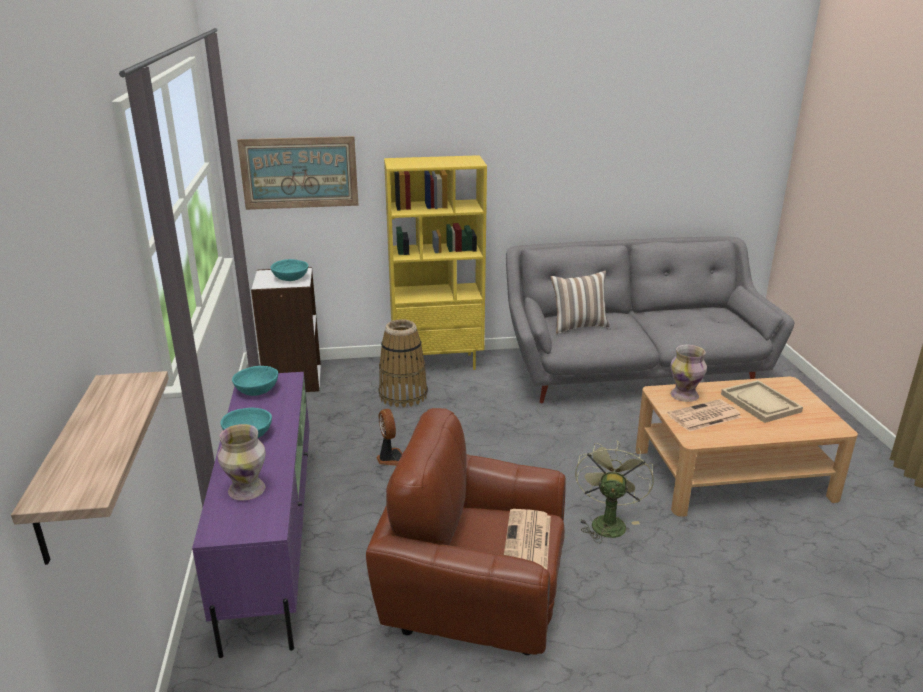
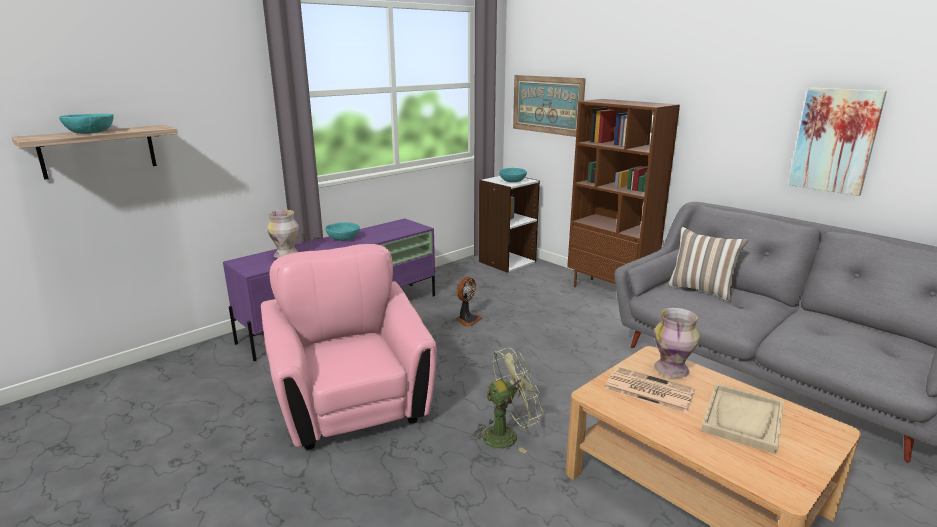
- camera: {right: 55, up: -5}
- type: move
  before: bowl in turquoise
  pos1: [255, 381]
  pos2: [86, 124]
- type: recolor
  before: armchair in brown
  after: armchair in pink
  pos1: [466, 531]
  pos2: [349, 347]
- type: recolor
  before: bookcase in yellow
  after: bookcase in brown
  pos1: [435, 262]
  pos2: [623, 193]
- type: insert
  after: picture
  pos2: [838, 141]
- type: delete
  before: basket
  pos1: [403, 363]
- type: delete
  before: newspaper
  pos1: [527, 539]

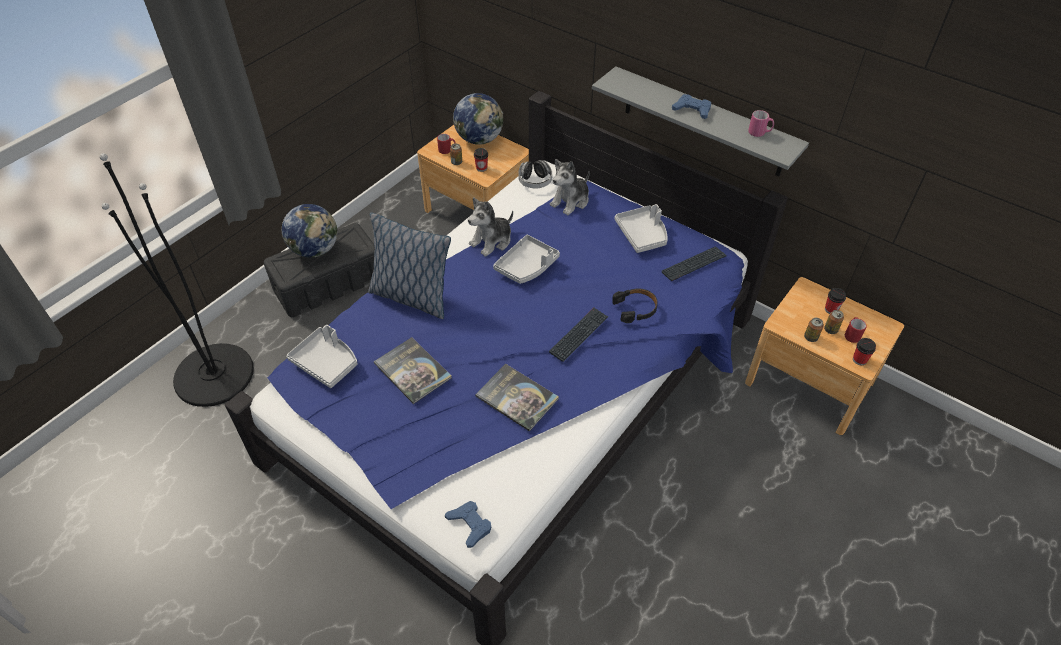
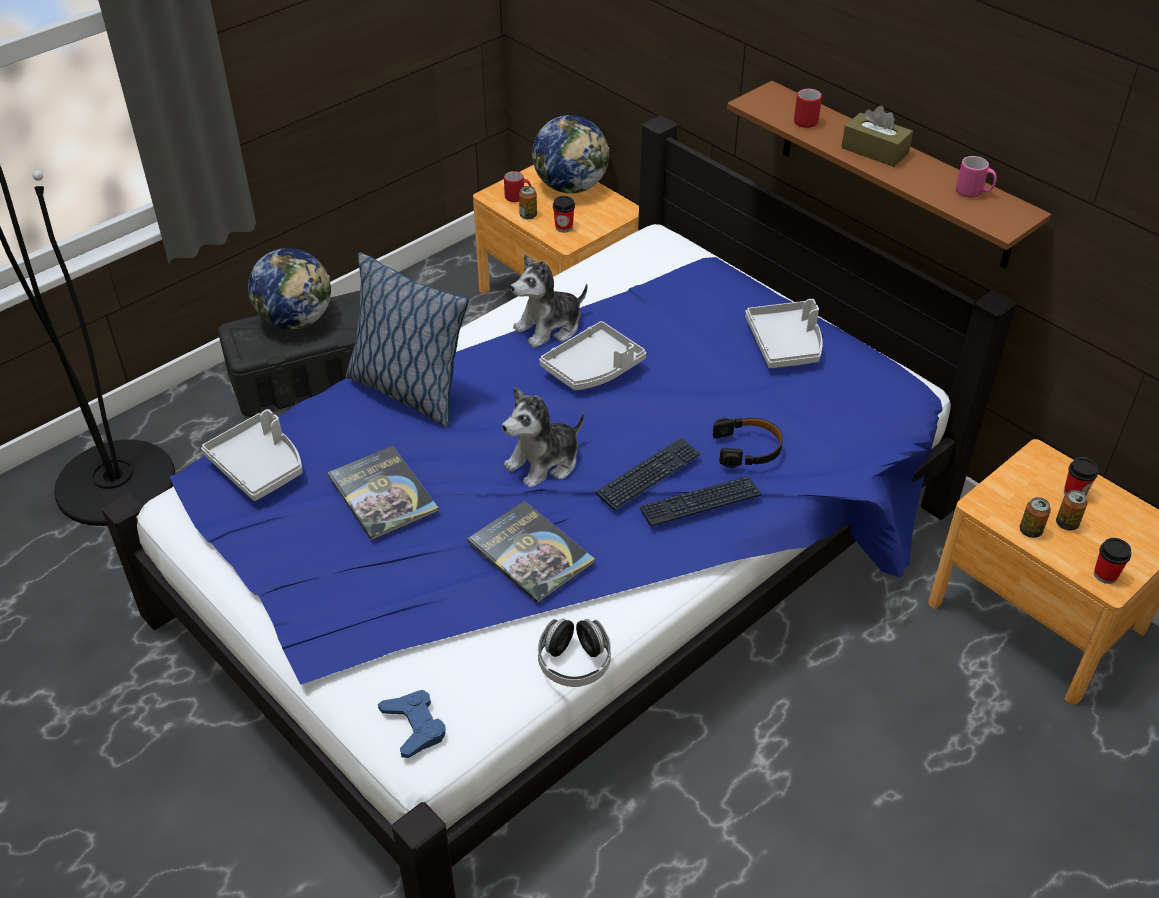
- camera: {right: 10, up: -5}
- type: move
  before: plush toy
  pos1: [570, 187]
  pos2: [543, 437]
- type: move
  before: headphones
  pos1: [535, 174]
  pos2: [574, 652]
- type: move
  before: keyboard
  pos1: [694, 263]
  pos2: [701, 501]
- type: recolor
  before: shelf in grey
  after: shelf in brown
  pos1: [700, 121]
  pos2: [889, 174]
- type: move
  before: mug in red
  pos1: [856, 330]
  pos2: [808, 108]
- type: replace
  before: game controller in blue
  after: tissue box in brown
  pos1: [691, 106]
  pos2: [877, 136]

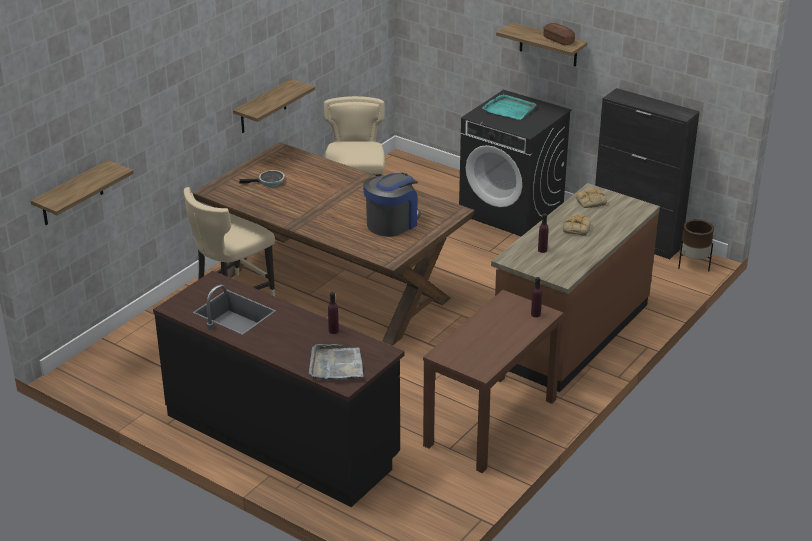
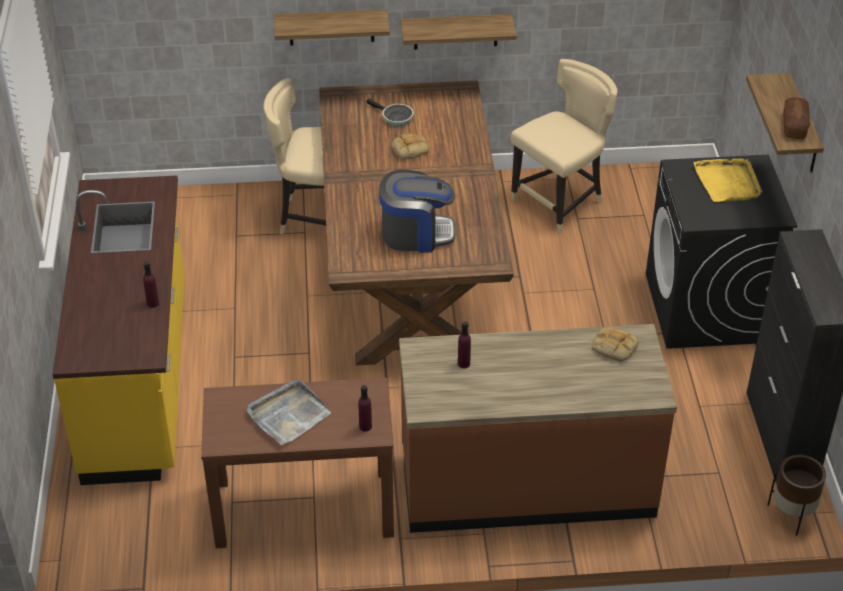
- camera: {right: 50, up: 10}
- type: recolor
  before: counter in black
  after: counter in yellow
  pos1: [279, 389]
  pos2: [118, 330]
- type: move
  before: tray in grey
  pos1: [336, 362]
  pos2: [289, 412]
- type: move
  before: shelf
  pos1: [82, 192]
  pos2: [332, 27]
- type: move
  before: bread
  pos1: [577, 225]
  pos2: [410, 146]
- type: recolor
  before: tray in turquoise
  after: tray in yellow
  pos1: [509, 107]
  pos2: [727, 180]

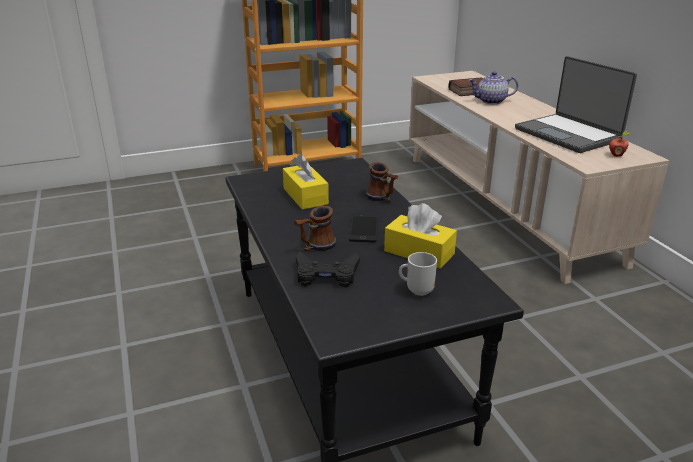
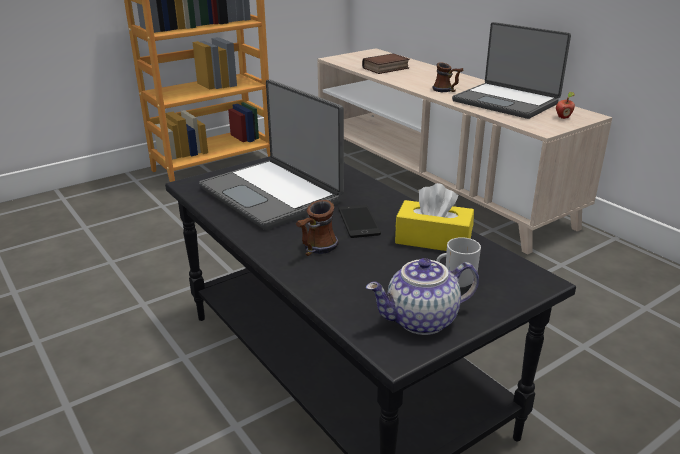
- camera: {right: -15, up: 0}
- type: replace
  before: tissue box in yellow
  after: laptop
  pos1: [306, 182]
  pos2: [271, 154]
- type: move
  before: teapot
  pos1: [493, 88]
  pos2: [422, 296]
- type: move
  before: mug
  pos1: [381, 182]
  pos2: [447, 77]
- type: delete
  before: game controller in black
  pos1: [328, 270]

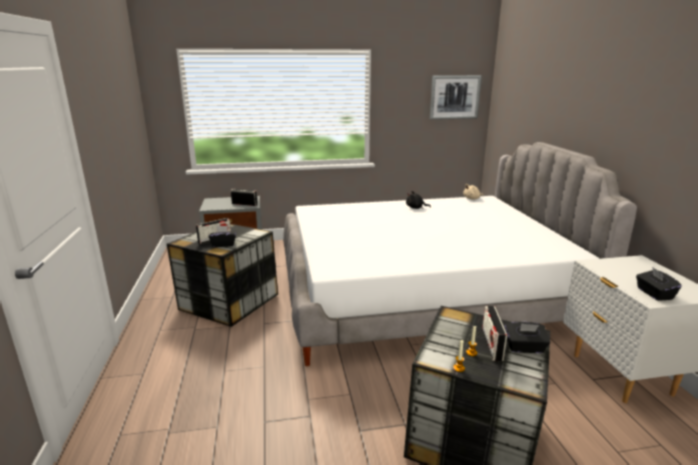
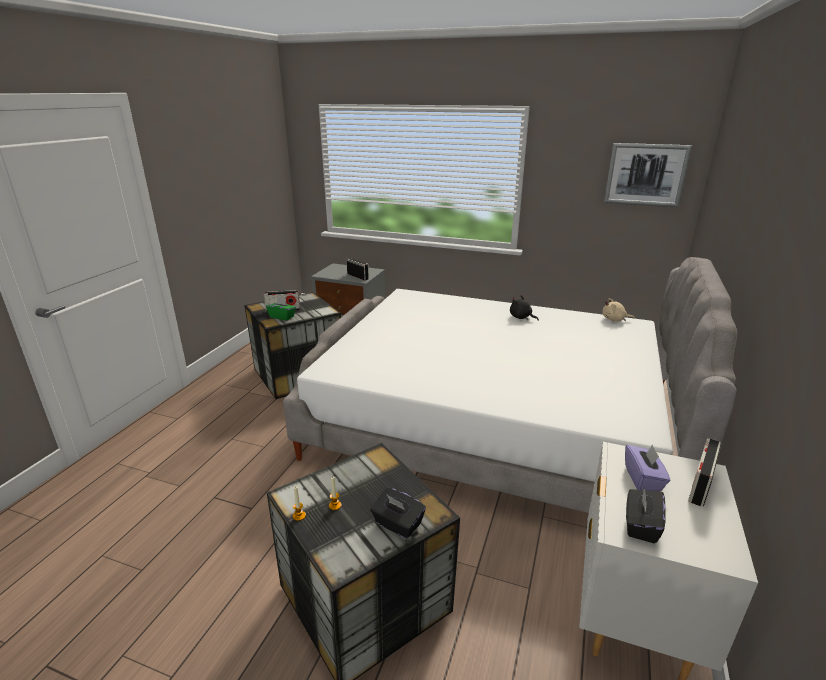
- camera: {right: 30, up: 5}
- type: recolor
  before: tissue box in black
  after: tissue box in green
  pos1: [222, 236]
  pos2: [281, 308]
- type: insert
  after: tissue box in purple
  pos2: [647, 467]
- type: move
  before: radio
  pos1: [495, 333]
  pos2: [704, 472]

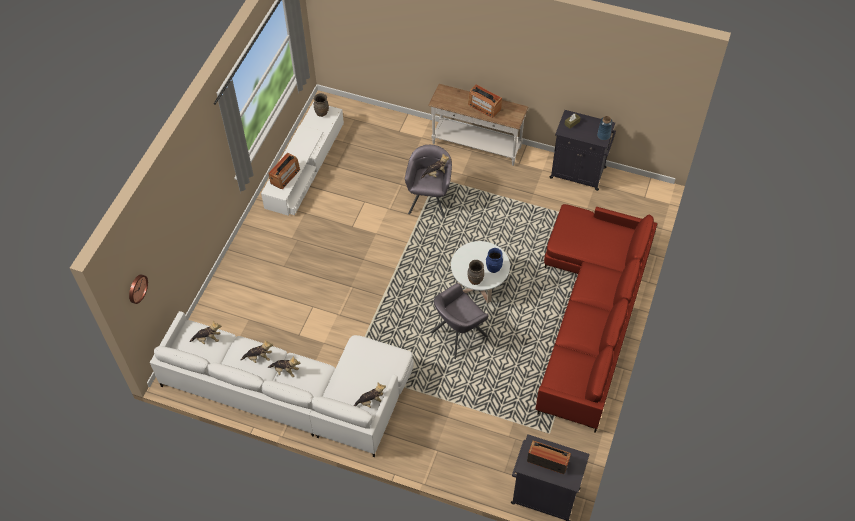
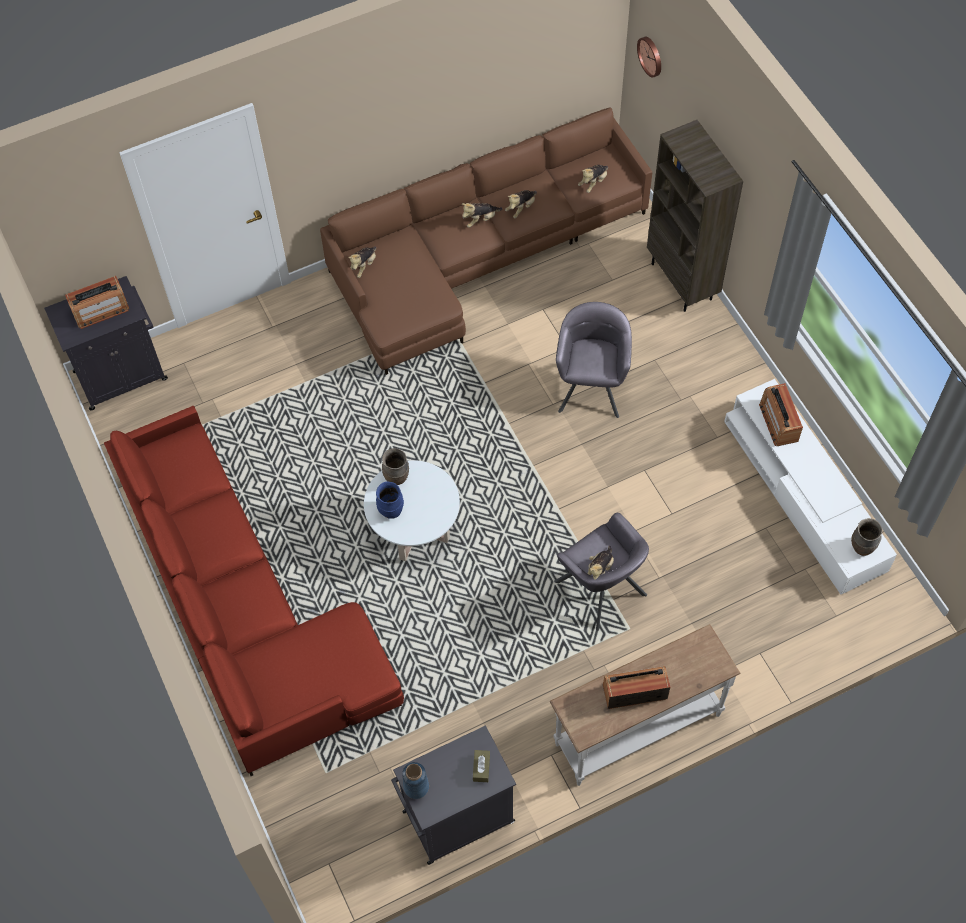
- camera: {right: 135, up: 5}
- type: recolor
  before: sofa in white
  after: sofa in brown
  pos1: [282, 384]
  pos2: [486, 241]
- type: move
  before: armchair in grey
  pos1: [460, 321]
  pos2: [594, 360]
- type: insert
  after: bookcase in brown
  pos2: [695, 216]

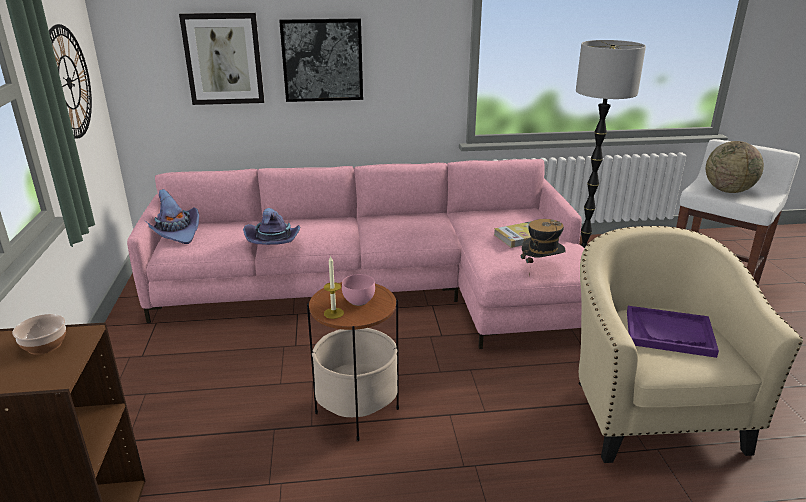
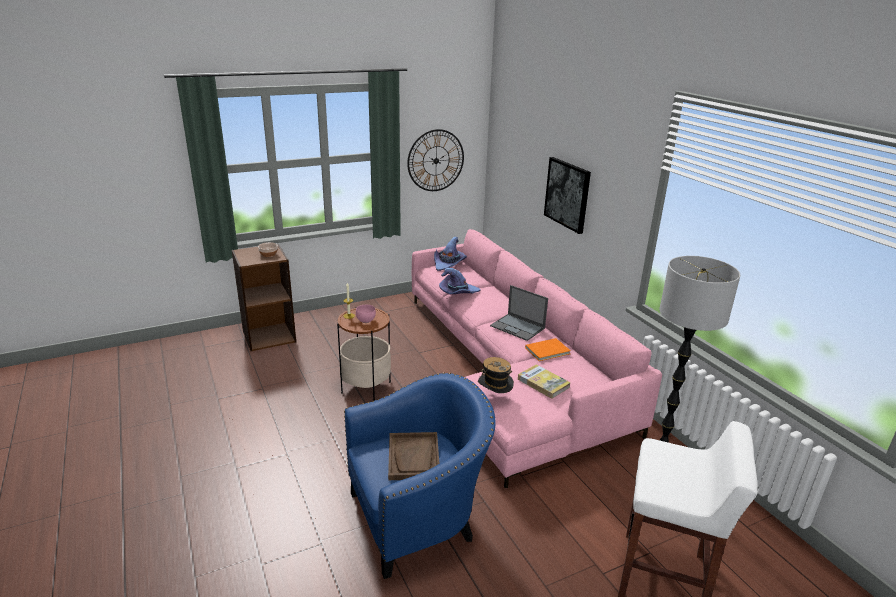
- camera: {right: 70, up: 0}
- type: recolor
  before: armchair in beige
  after: armchair in blue
  pos1: [690, 344]
  pos2: [419, 476]
- type: recolor
  before: tray in purple
  after: tray in brown
  pos1: [673, 332]
  pos2: [413, 456]
- type: insert
  after: laptop
  pos2: [519, 313]
- type: insert
  after: book in orange
  pos2: [548, 349]
- type: delete
  before: picture
  pos1: [221, 59]
- type: delete
  before: globe
  pos1: [735, 167]

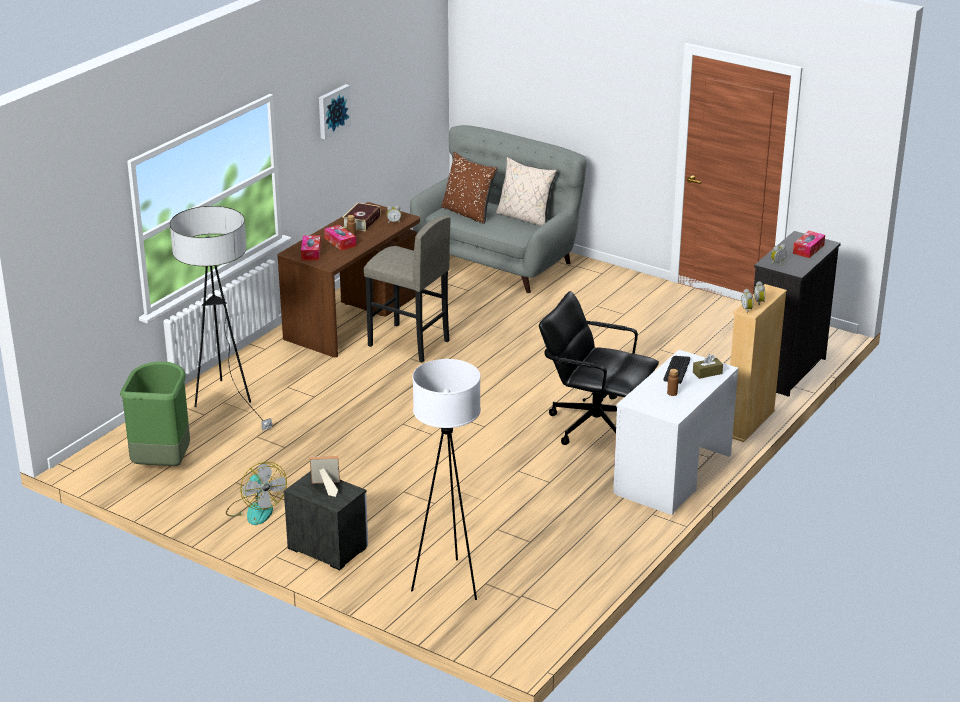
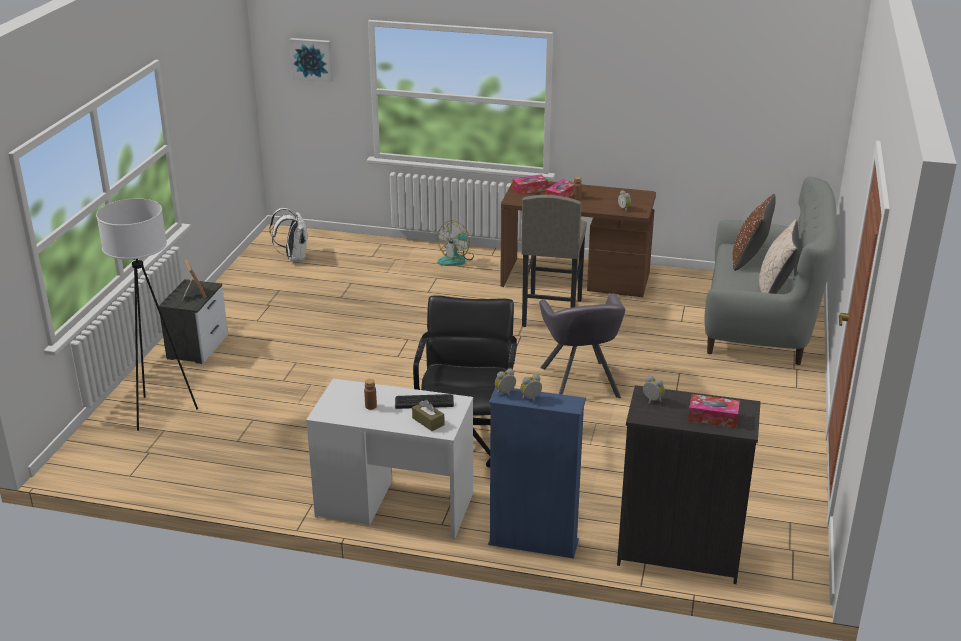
- camera: {right: 70, up: 0}
- type: replace
  before: trash can in green
  after: backpack in white
  pos1: [155, 413]
  pos2: [288, 234]
- type: move
  before: picture
  pos1: [335, 111]
  pos2: [311, 60]
- type: move
  before: fan
  pos1: [256, 493]
  pos2: [455, 243]
- type: recolor
  before: bookcase in beige
  after: bookcase in blue
  pos1: [758, 363]
  pos2: [537, 472]
- type: insert
  after: armchair in grey
  pos2: [582, 345]
- type: delete
  before: floor lamp
  pos1: [221, 318]
- type: delete
  before: book
  pos1: [361, 217]

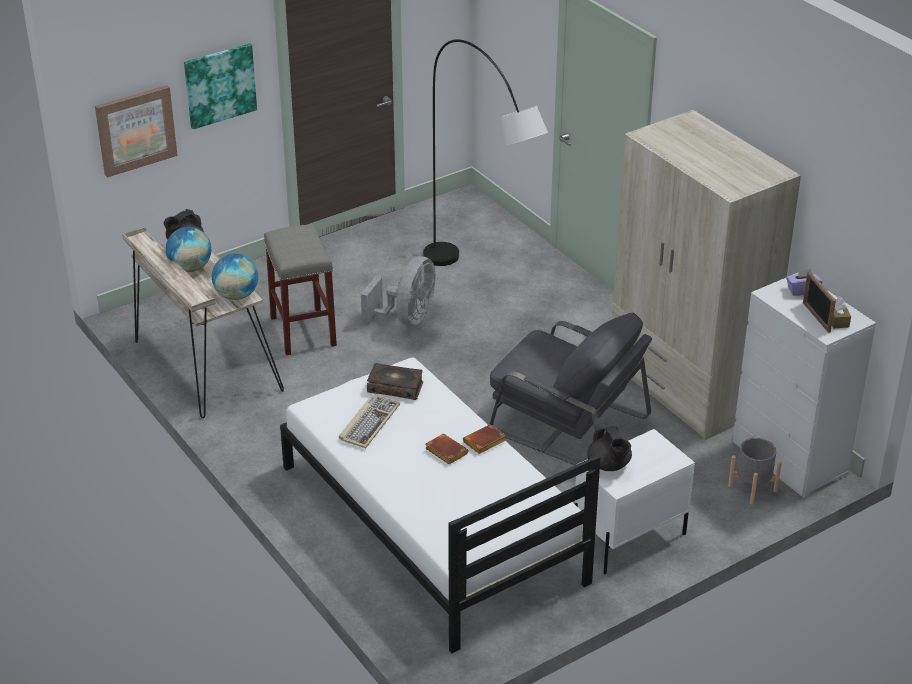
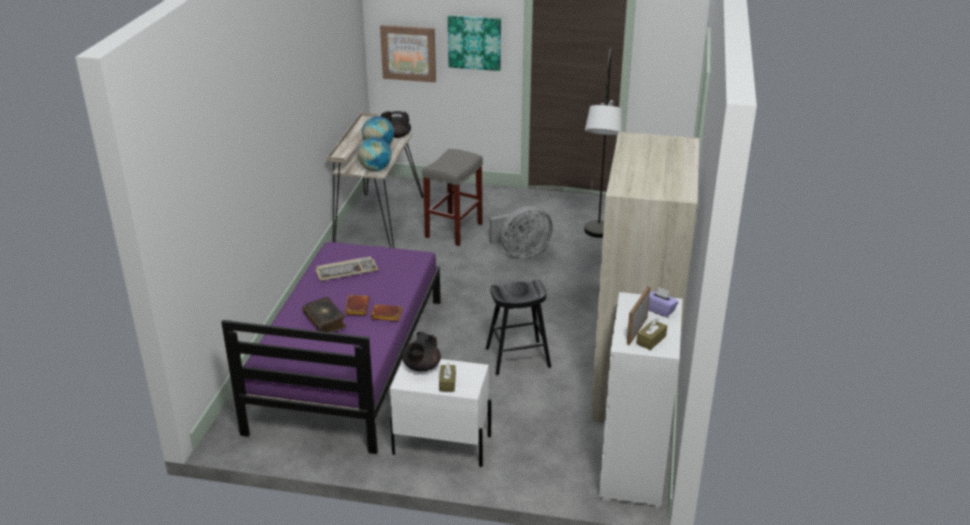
- camera: {right: 45, up: -5}
- type: recolor
  before: bed in white
  after: bed in purple
  pos1: [440, 505]
  pos2: [331, 348]
- type: move
  before: book
  pos1: [395, 381]
  pos2: [325, 315]
- type: insert
  after: tissue box in brown
  pos2: [447, 377]
- type: replace
  before: armchair in grey
  after: stool in black
  pos1: [570, 389]
  pos2: [518, 327]
- type: delete
  before: planter in grey
  pos1: [755, 471]

